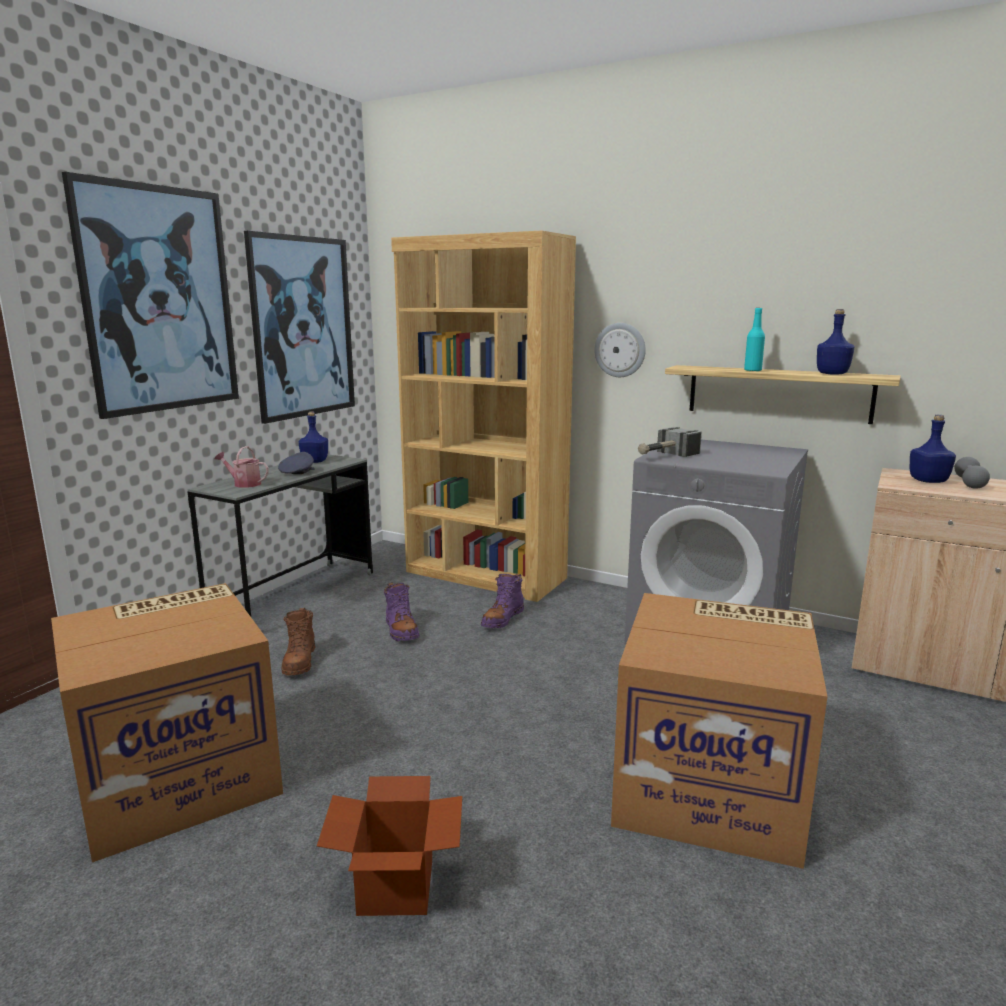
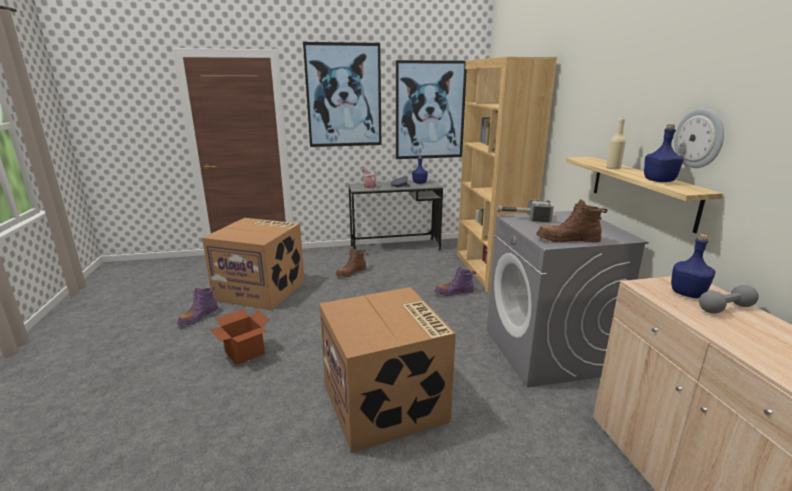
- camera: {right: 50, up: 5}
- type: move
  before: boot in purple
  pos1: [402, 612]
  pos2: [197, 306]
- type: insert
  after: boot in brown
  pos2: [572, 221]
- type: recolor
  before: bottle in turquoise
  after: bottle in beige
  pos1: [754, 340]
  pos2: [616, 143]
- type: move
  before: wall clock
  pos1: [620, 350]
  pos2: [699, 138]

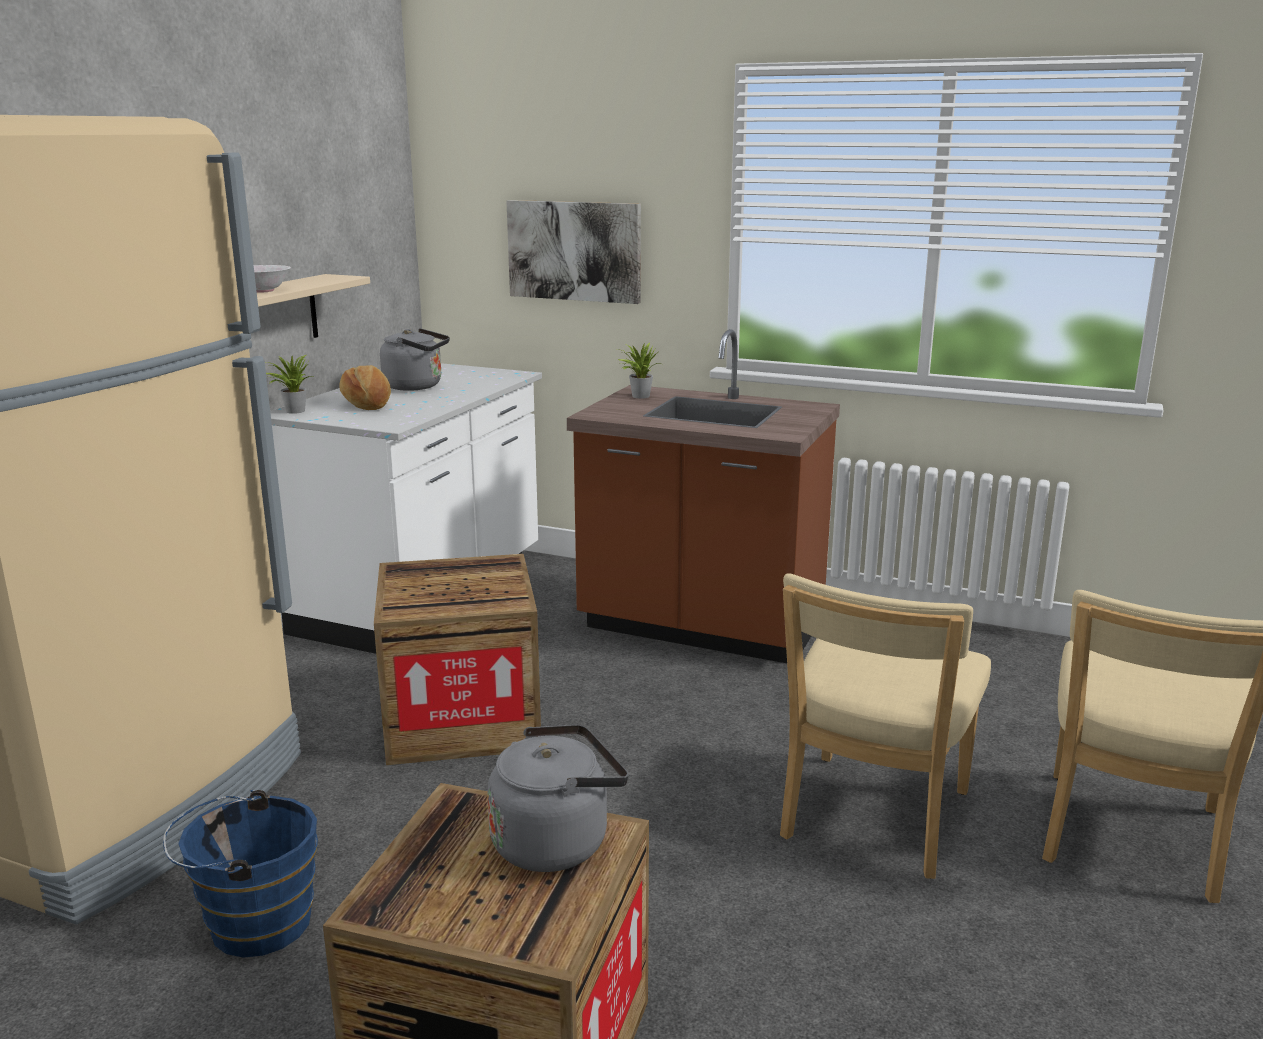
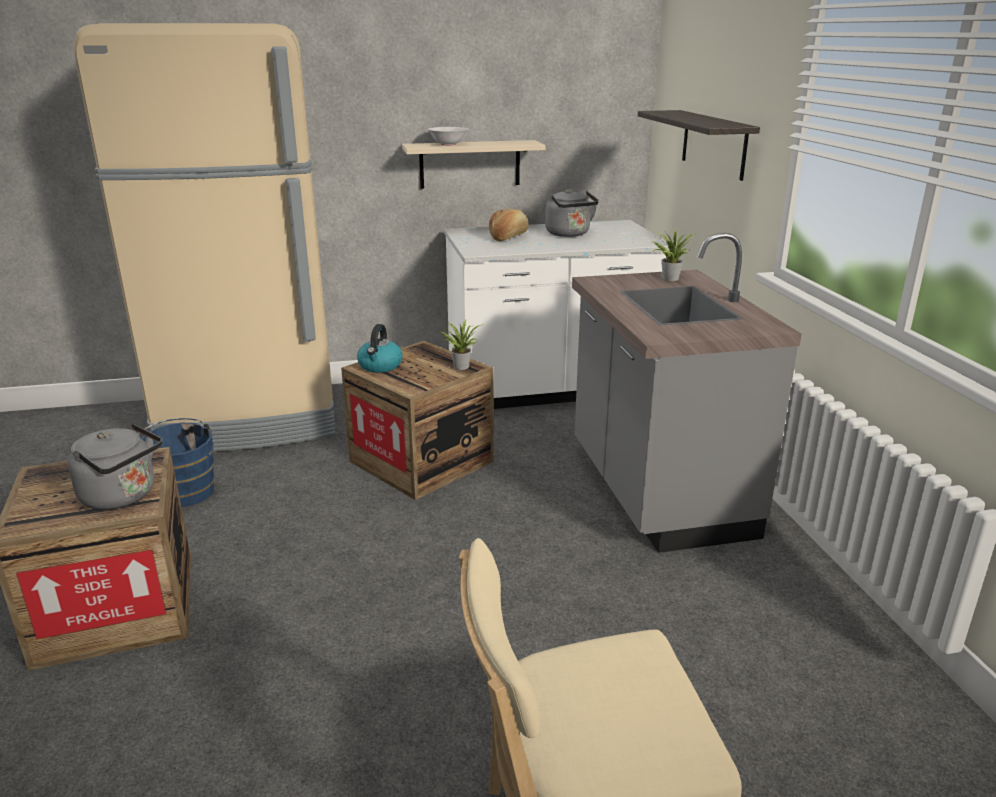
- camera: {right: 55, up: 5}
- type: insert
  after: kettle
  pos2: [380, 348]
- type: move
  before: potted plant
  pos1: [290, 384]
  pos2: [462, 345]
- type: recolor
  before: counter in brown
  after: counter in grey
  pos1: [703, 496]
  pos2: [687, 393]
- type: replace
  before: picture
  after: shelf
  pos1: [573, 252]
  pos2: [699, 145]
- type: delete
  before: chair in beige
  pos1: [885, 726]

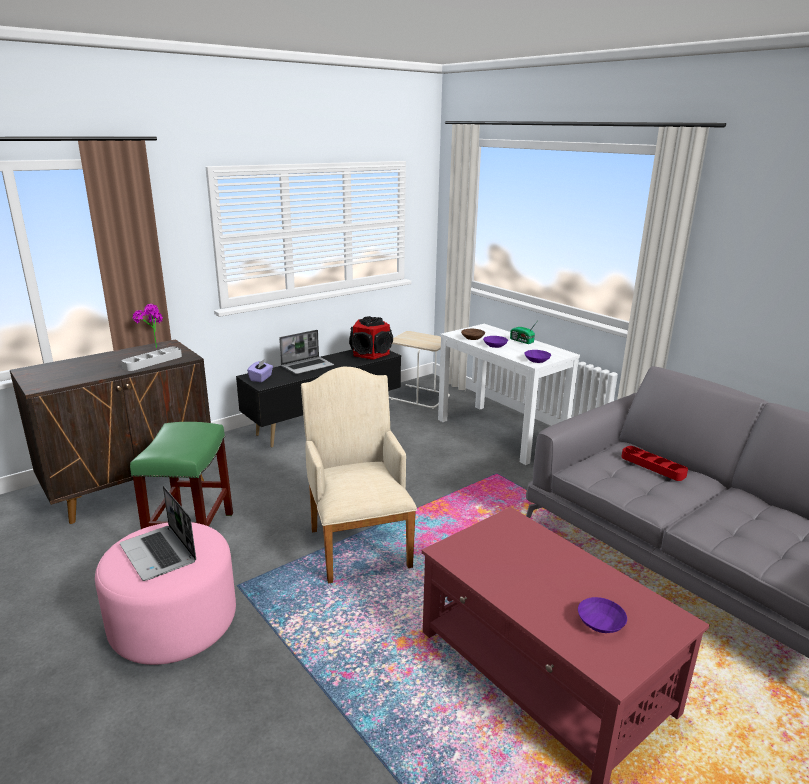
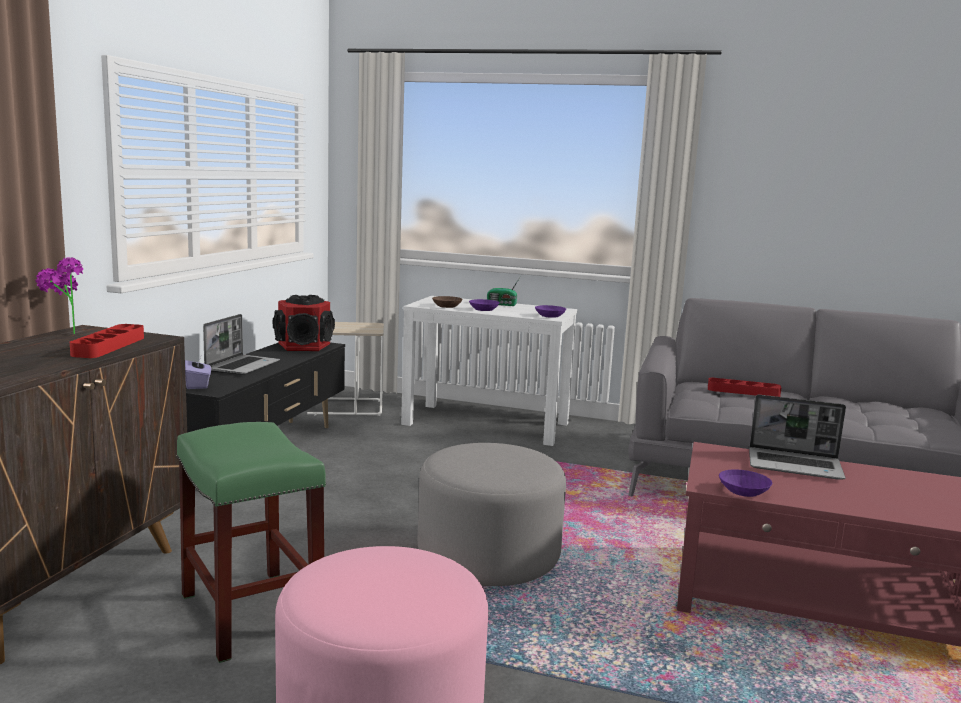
- camera: {right: -35, up: -10}
- type: recolor
  before: tray in grey
  after: tray in red
  pos1: [152, 358]
  pos2: [107, 341]
- type: replace
  before: armchair in beige
  after: ottoman in grey
  pos1: [359, 475]
  pos2: [492, 514]
- type: move
  before: bowl in purple
  pos1: [602, 615]
  pos2: [745, 483]
- type: move
  before: laptop
  pos1: [158, 533]
  pos2: [797, 437]

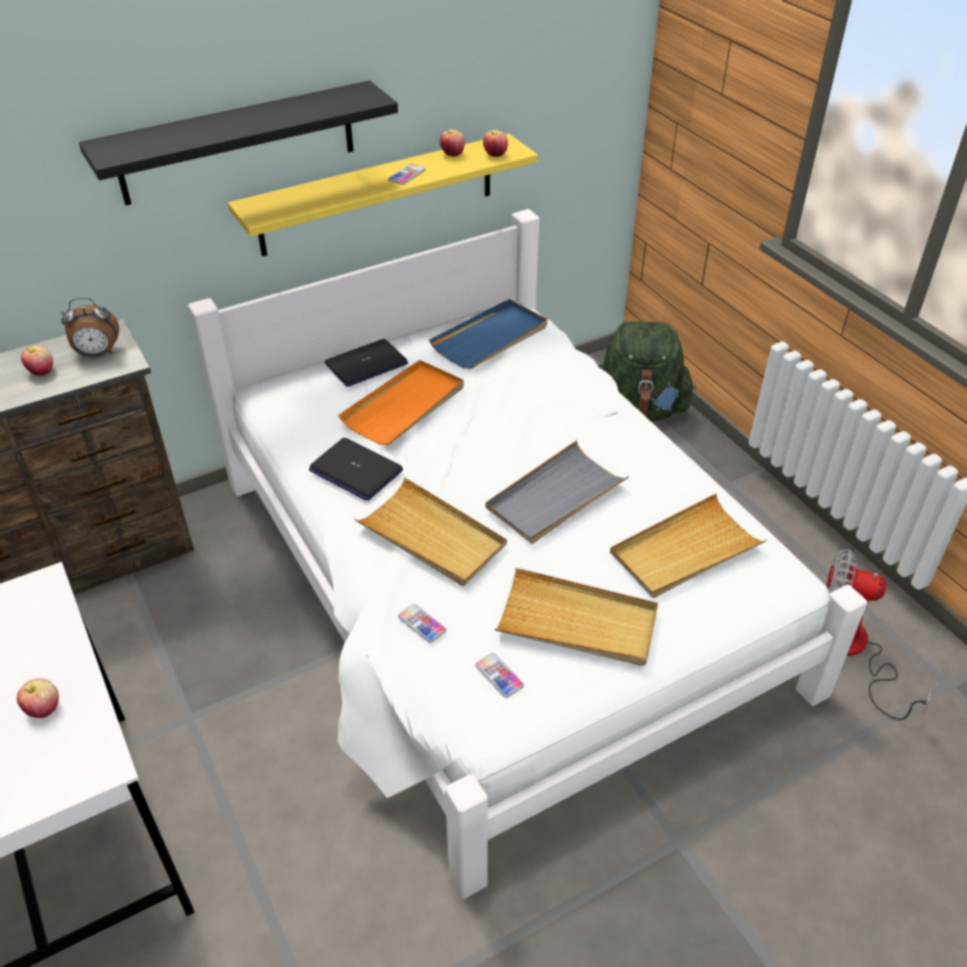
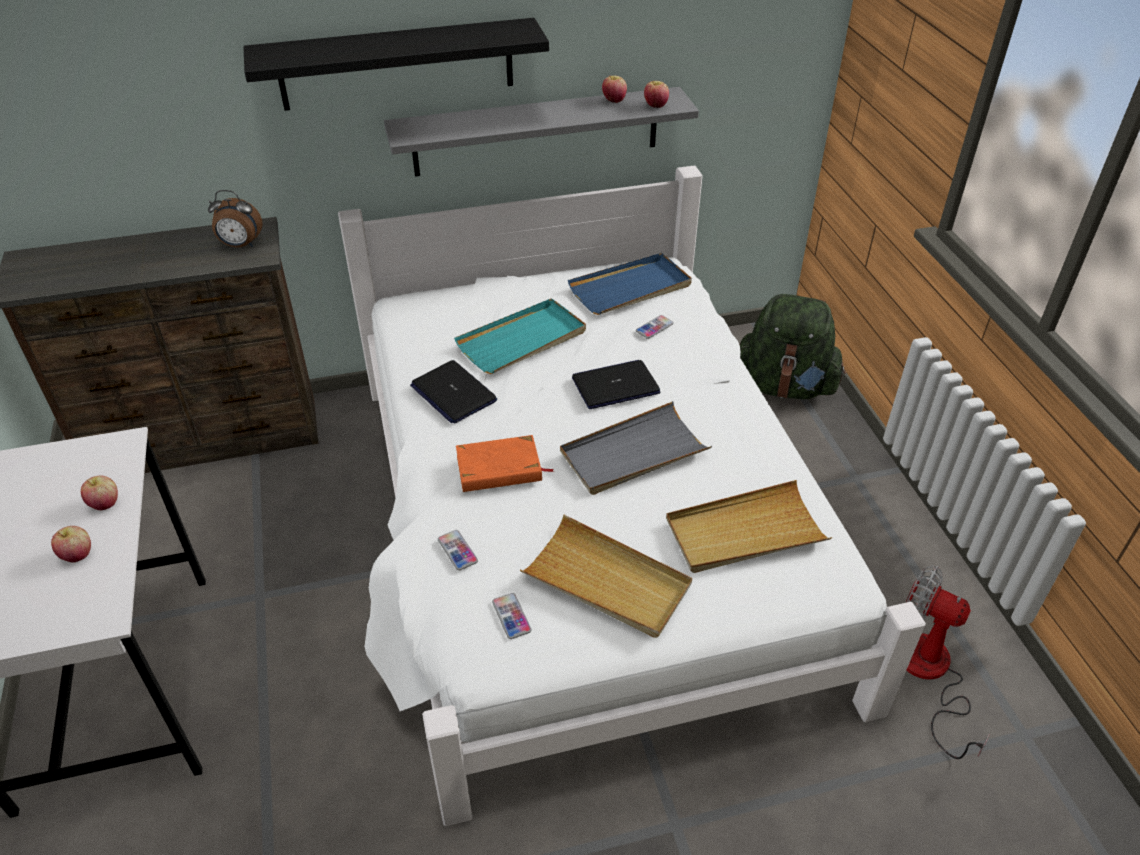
- camera: {right: 15, up: 0}
- type: move
  before: apple
  pos1: [37, 361]
  pos2: [99, 493]
- type: recolor
  before: shelf in yellow
  after: shelf in grey
  pos1: [383, 195]
  pos2: [541, 132]
- type: recolor
  before: tray in orange
  after: tray in turquoise
  pos1: [401, 402]
  pos2: [520, 336]
- type: replace
  before: tray in beige
  after: book in orange
  pos1: [430, 531]
  pos2: [505, 463]
- type: move
  before: laptop
  pos1: [366, 363]
  pos2: [616, 384]
- type: move
  before: phone
  pos1: [407, 174]
  pos2: [655, 327]

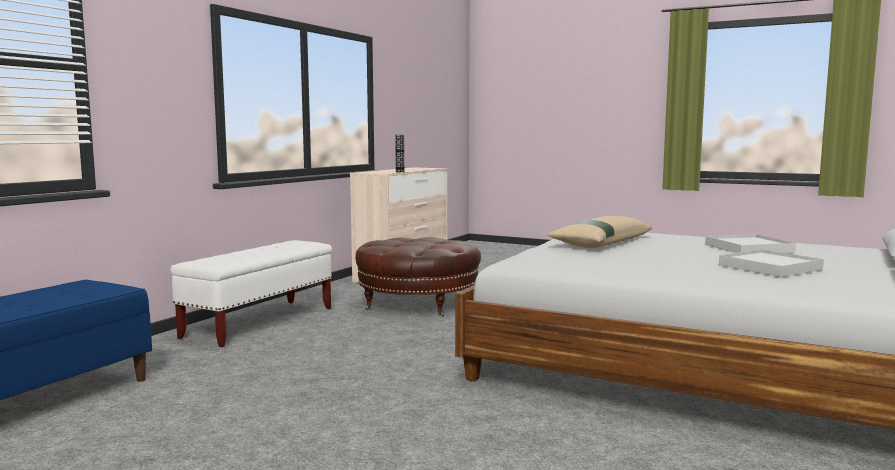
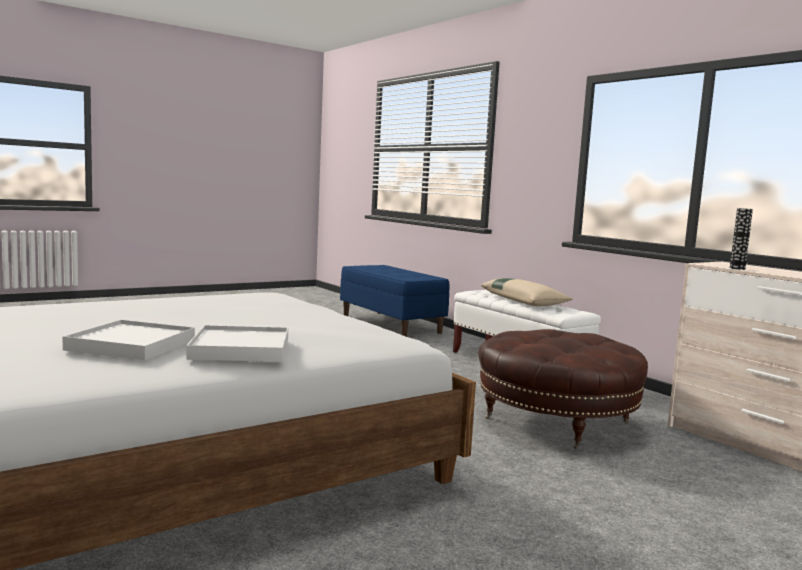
- camera: {right: 115, up: 0}
- type: move
  before: tray in white
  pos1: [771, 263]
  pos2: [237, 343]
- type: move
  before: pillow in beige
  pos1: [599, 232]
  pos2: [527, 292]

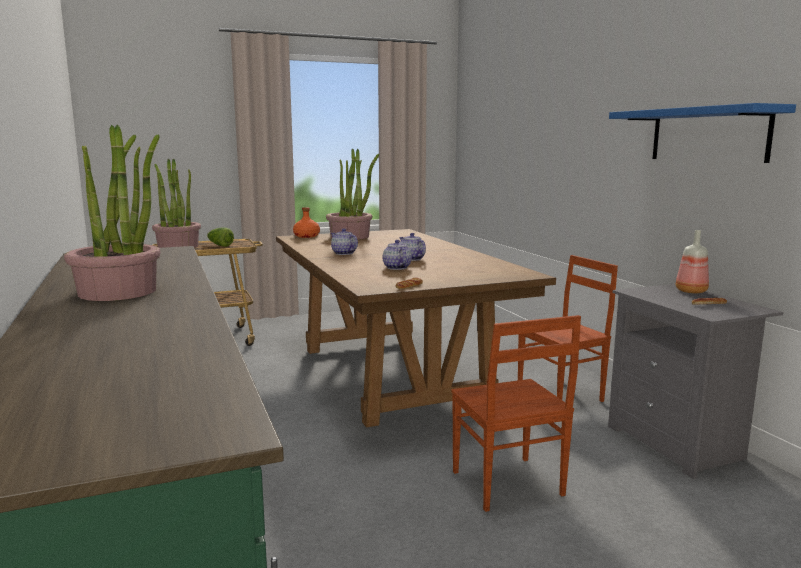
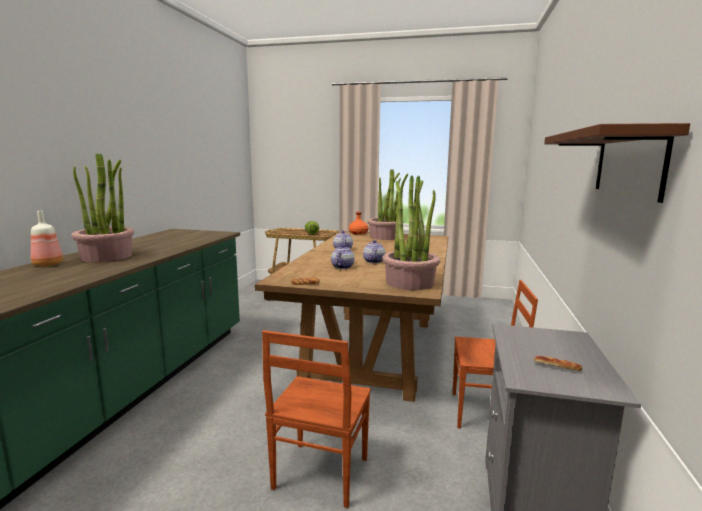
- camera: {right: 35, up: 0}
- type: move
  before: bottle
  pos1: [692, 261]
  pos2: [47, 239]
- type: move
  before: potted plant
  pos1: [176, 203]
  pos2: [411, 232]
- type: recolor
  before: shelf in blue
  after: shelf in brown
  pos1: [702, 133]
  pos2: [617, 163]

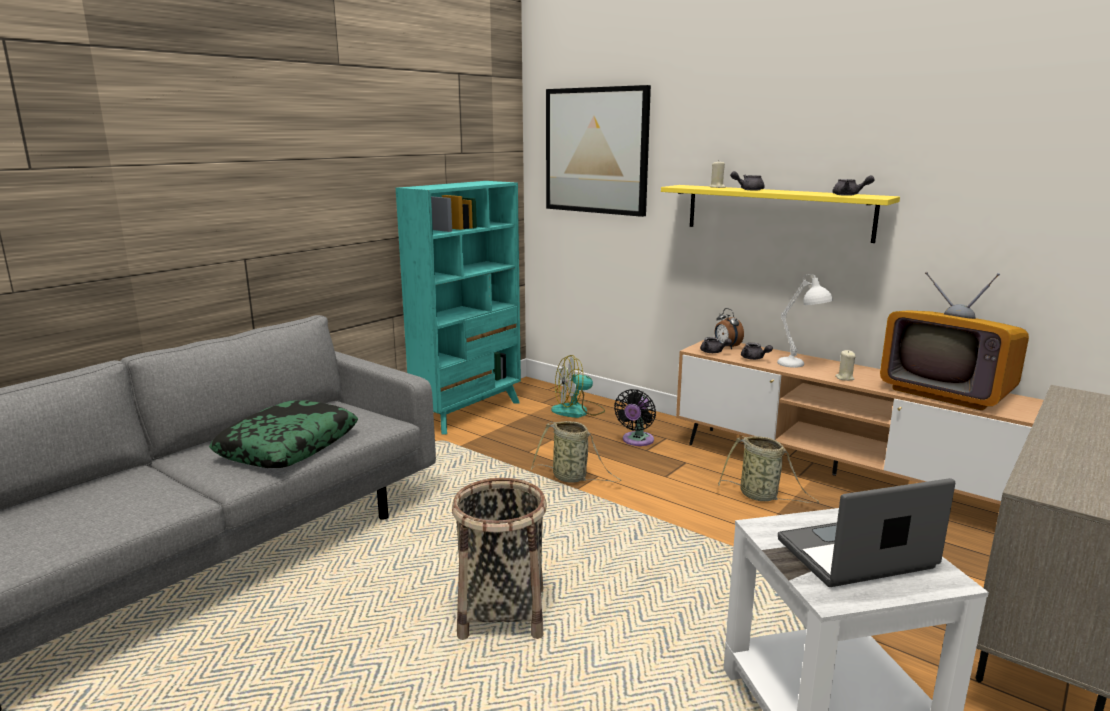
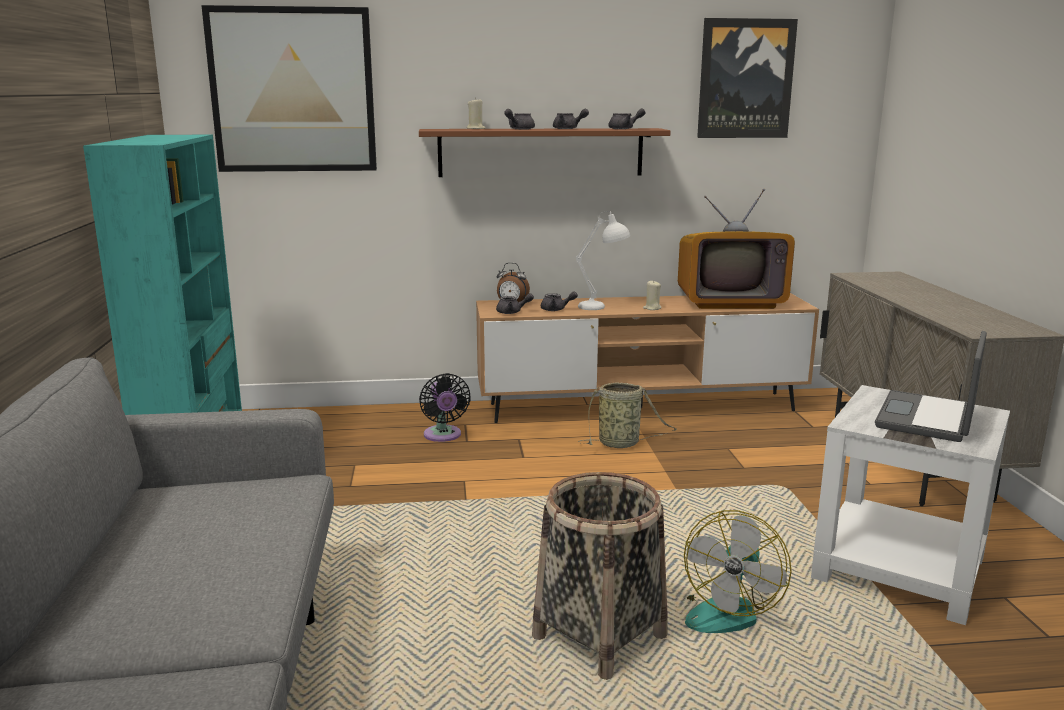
- camera: {right: -45, up: 0}
- type: recolor
  before: shelf in yellow
  after: shelf in brown
  pos1: [780, 214]
  pos2: [545, 152]
- type: insert
  after: teapot in grey
  pos2: [571, 119]
- type: move
  before: fan
  pos1: [578, 386]
  pos2: [738, 571]
- type: insert
  after: picture
  pos2: [747, 78]
- type: delete
  before: pillow
  pos1: [283, 434]
- type: delete
  before: basket
  pos1: [576, 452]

